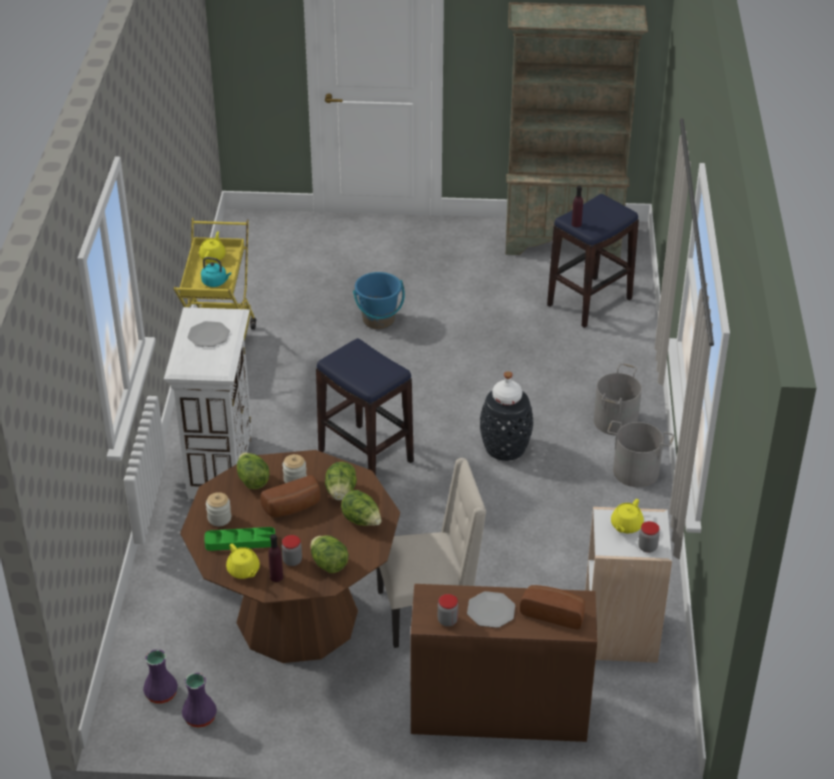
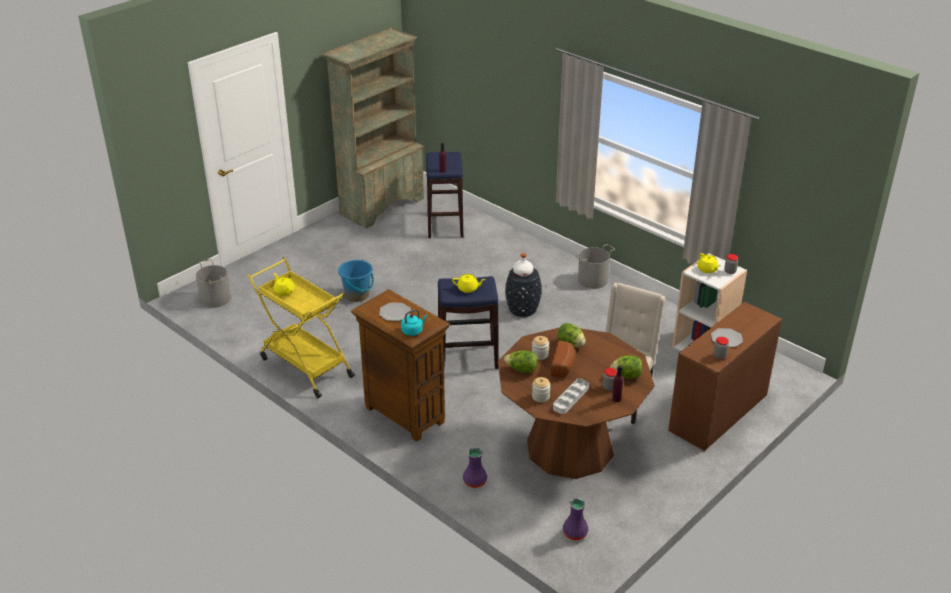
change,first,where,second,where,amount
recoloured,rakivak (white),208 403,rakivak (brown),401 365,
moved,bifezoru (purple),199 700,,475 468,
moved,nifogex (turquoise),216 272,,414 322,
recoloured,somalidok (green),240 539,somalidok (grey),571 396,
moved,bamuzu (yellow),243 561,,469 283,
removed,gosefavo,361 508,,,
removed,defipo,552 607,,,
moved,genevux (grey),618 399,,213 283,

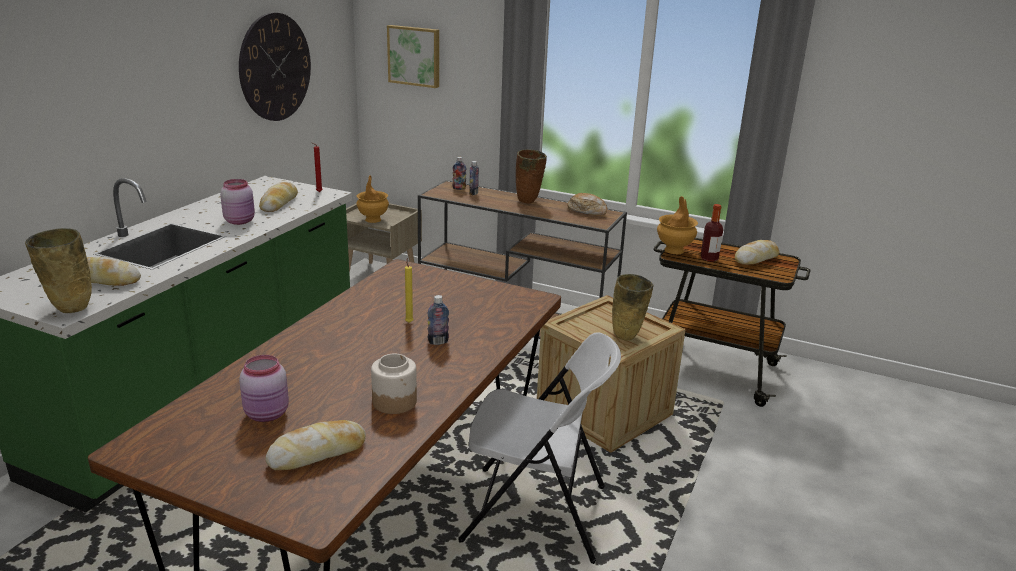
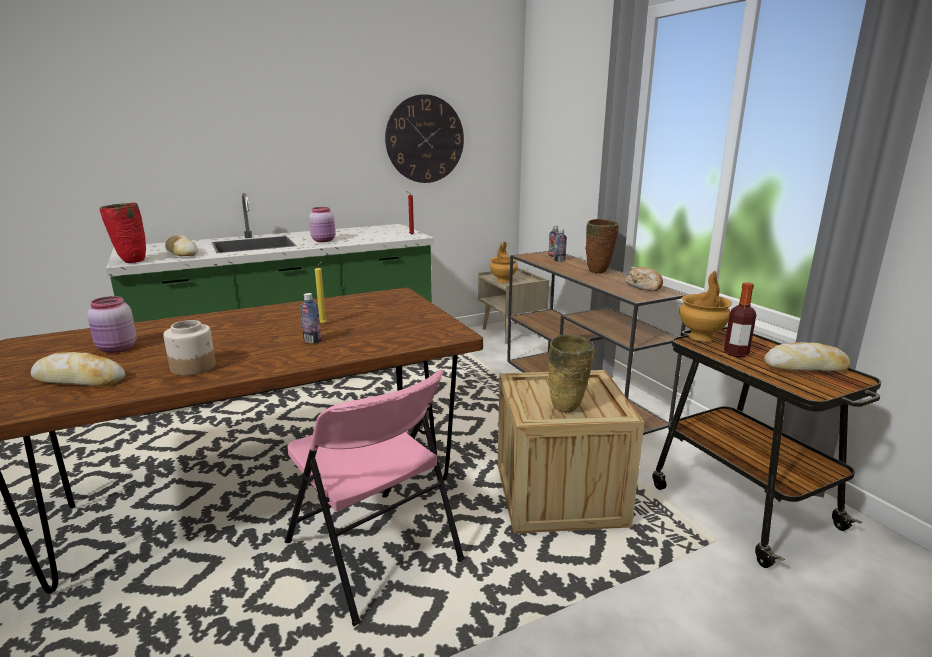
change,first,where,second,where,amount
recoloured,bifezoru (beige),58 270,bifezoru (red),122 233,
removed,defipo,278 197,,,
removed,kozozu,413 56,,,
recoloured,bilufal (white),540 448,bilufal (pink),375 498,

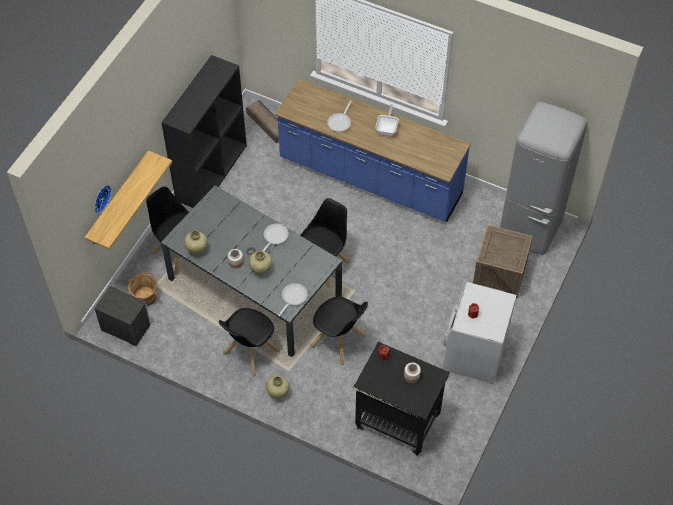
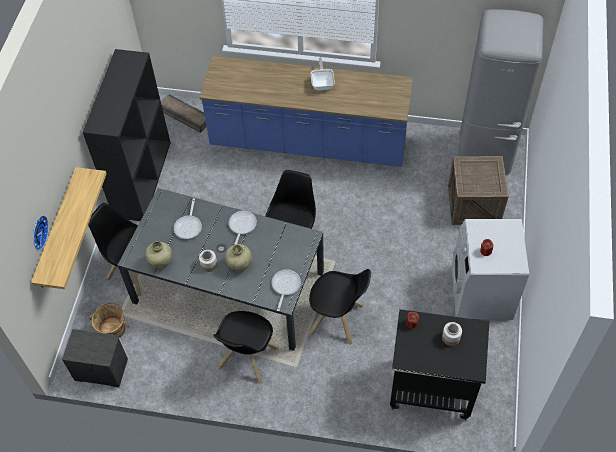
change,first,where,second,where,amount
removed,bifezoru (beige),277 387,,,
moved,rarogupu,339 116,,188 218,

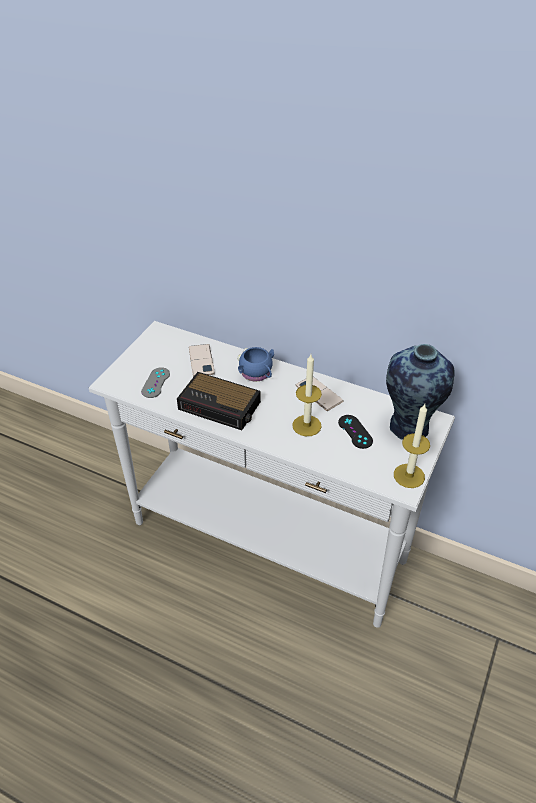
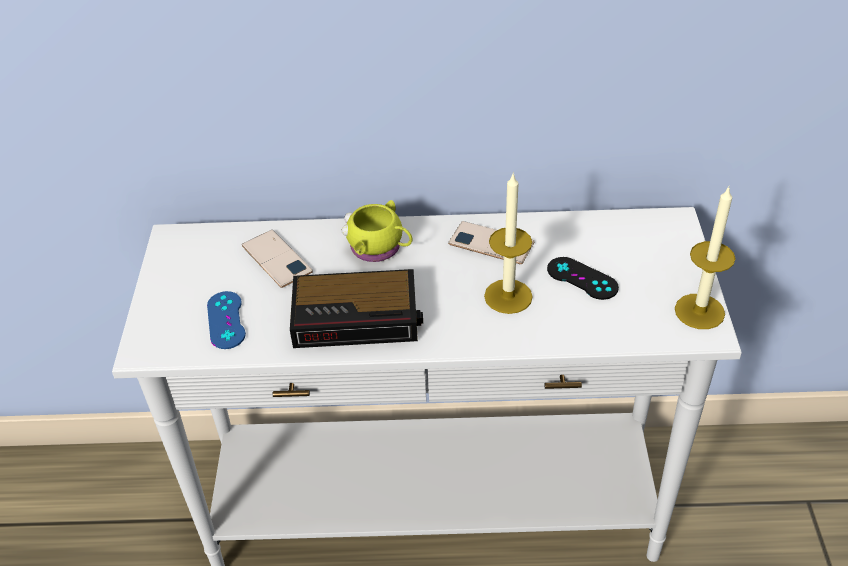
change,first,where,second,where,amount
recoloured,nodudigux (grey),155 382,nodudigux (blue),226 320,
recoloured,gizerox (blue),255 364,gizerox (yellow),377 231,
removed,bifezoru,420 392,,,

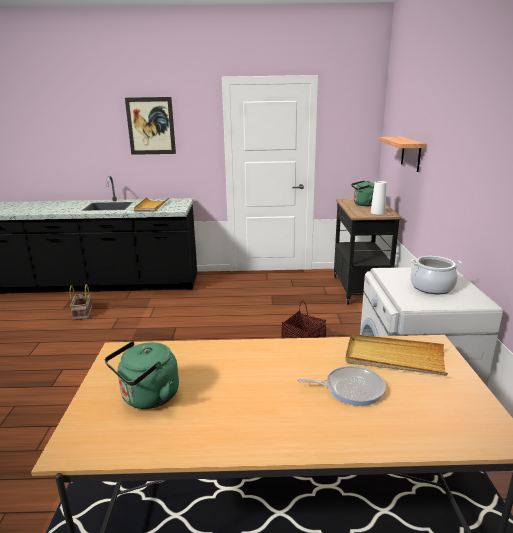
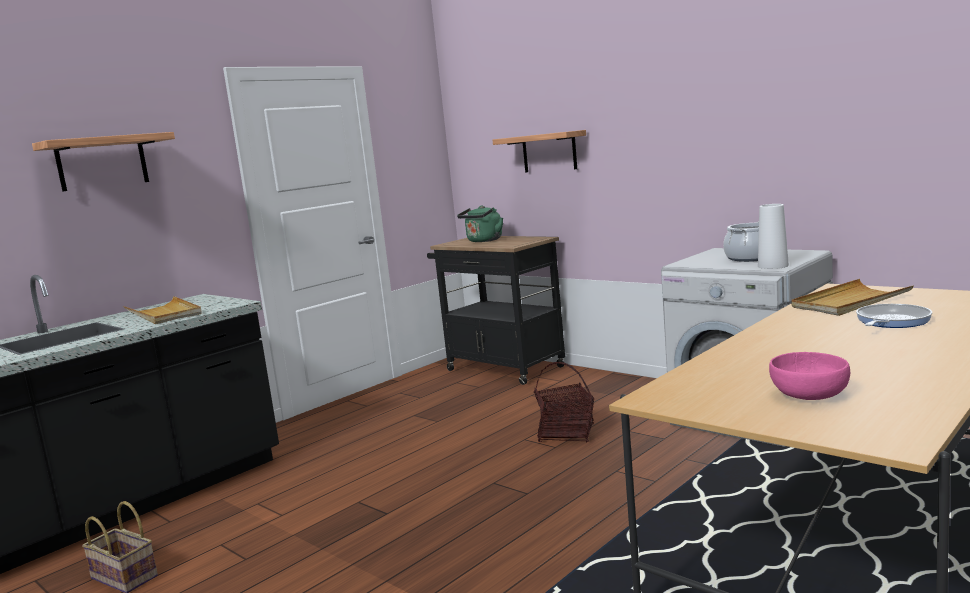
change,first,where,second,where,amount
replaced,nifogex (green),142 375,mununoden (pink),809 376,
replaced,kozozu,150 126,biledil,103 162,
moved,bifezoru (white),379 198,,773 236,

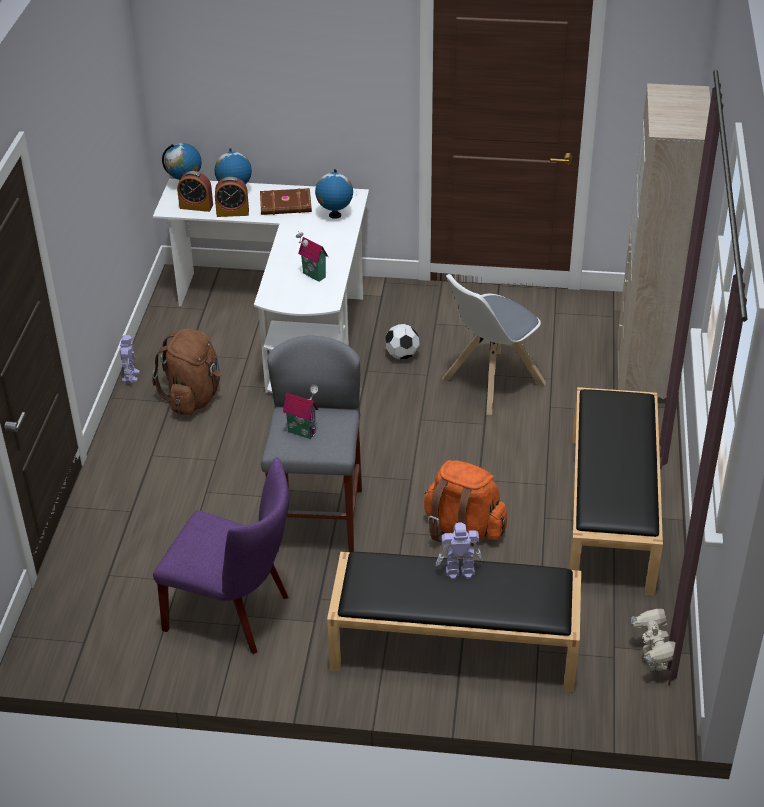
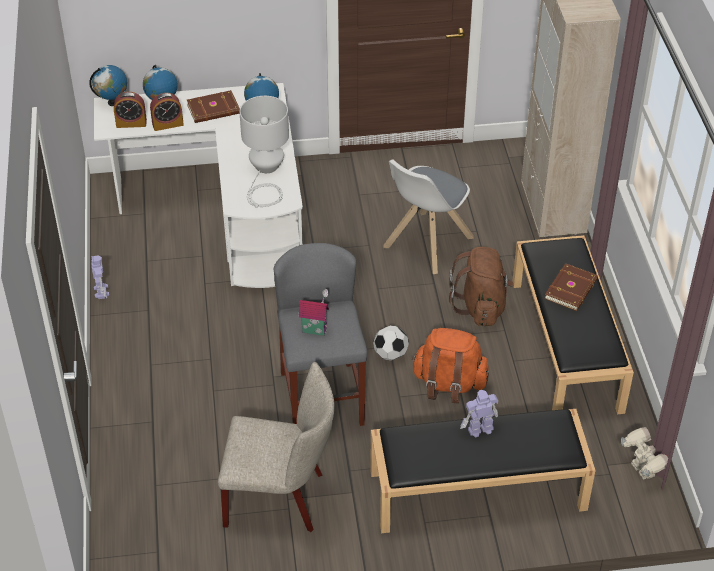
change,first,where,second,where,amount
moved,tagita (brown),186 372,,481 286,
recoloured,bilufal (purple),221 555,bilufal (beige),276 447,
replaced,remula,312 256,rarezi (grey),264 151,
moved,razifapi,402 342,,391 343,
added,,,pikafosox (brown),571 287,

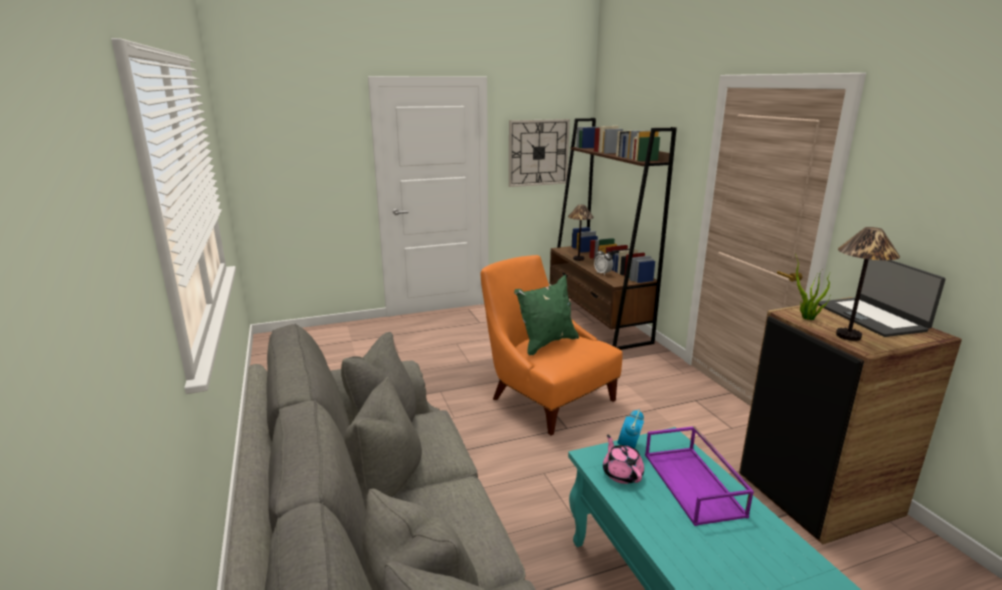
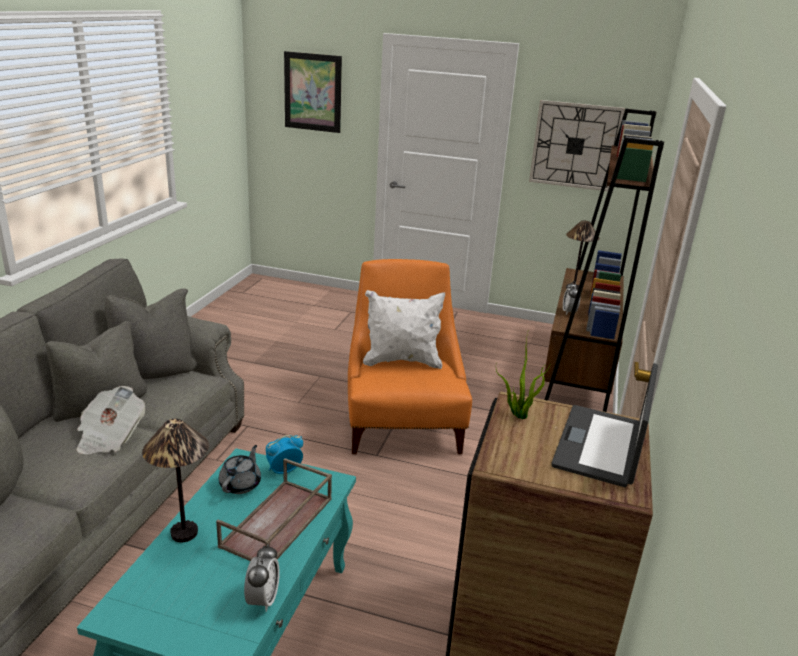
change,first,where,second,where,amount
recoloured,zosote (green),546 315,zosote (white),404 329,
recoloured,bamuzu (pink),623 459,bamuzu (grey),240 469,
recoloured,somalidok (purple),699 476,somalidok (brown),274 509,
moved,rarezi,868 284,,175 480,
added,,,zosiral,111 420,
added,,,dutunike,262 578,
added,,,kozozu,313 92,

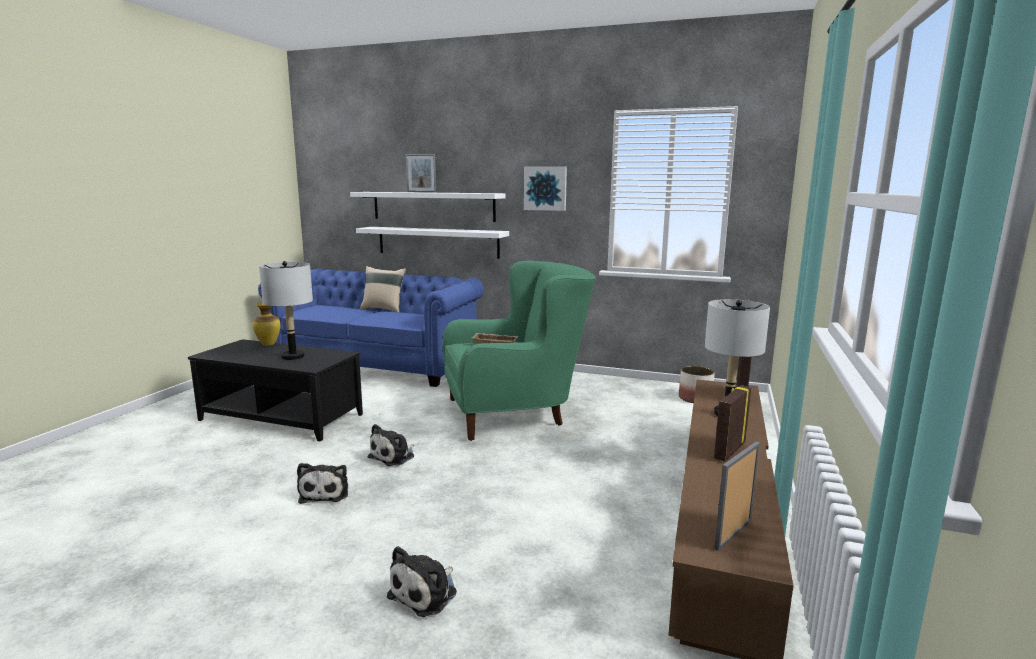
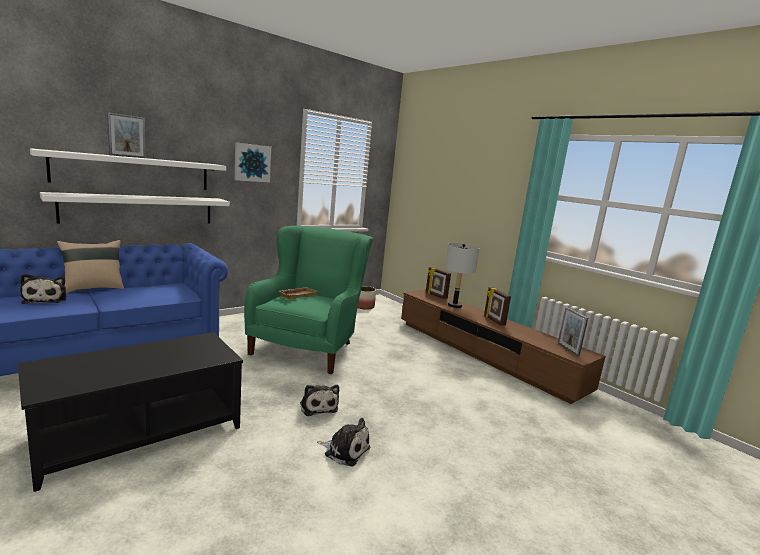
change,first,where,second,where,amount
removed,bifezoru,266 324,,,
removed,rarezi (grey),286 310,,,
moved,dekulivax,422 581,,43 289,

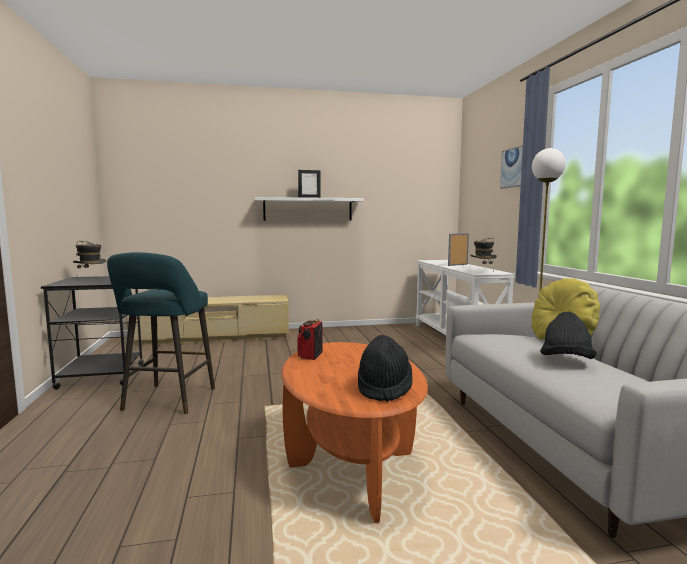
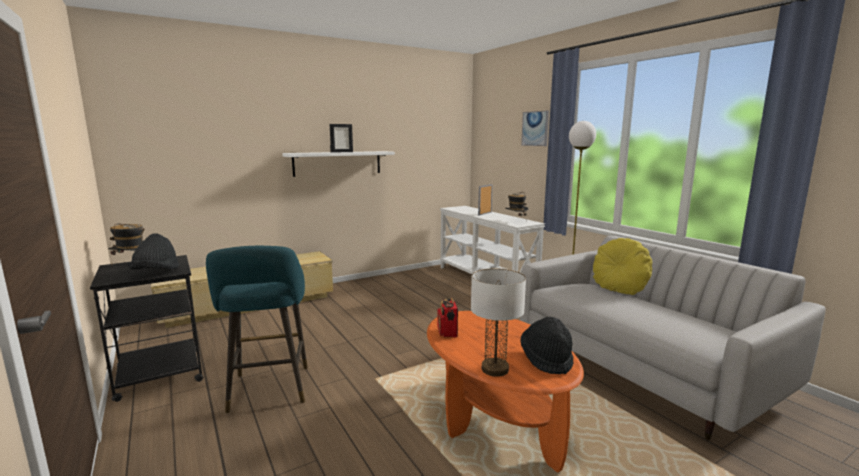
change,first,where,second,where,amount
moved,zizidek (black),568 335,,153 251,
added,,,rarezi,498 322,

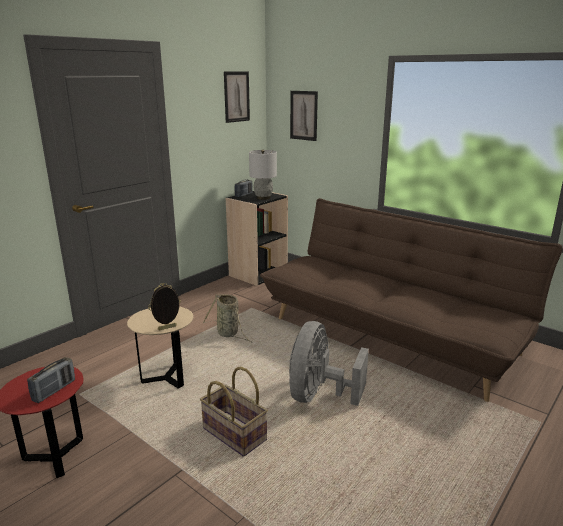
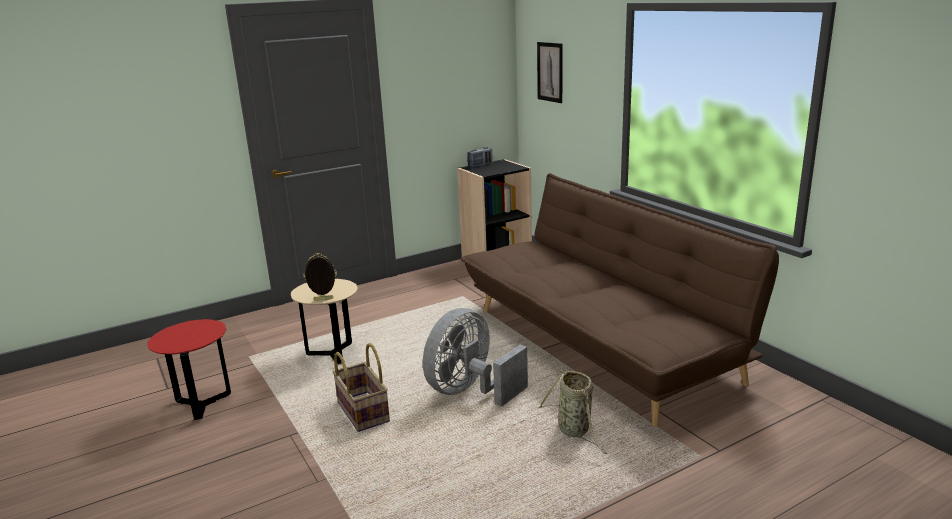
change,first,where,second,where,amount
removed,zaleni,51 380,,,
moved,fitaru,226 318,,573 411,
removed,kozozu,237 97,,,
removed,rarezi (white),263 175,,,

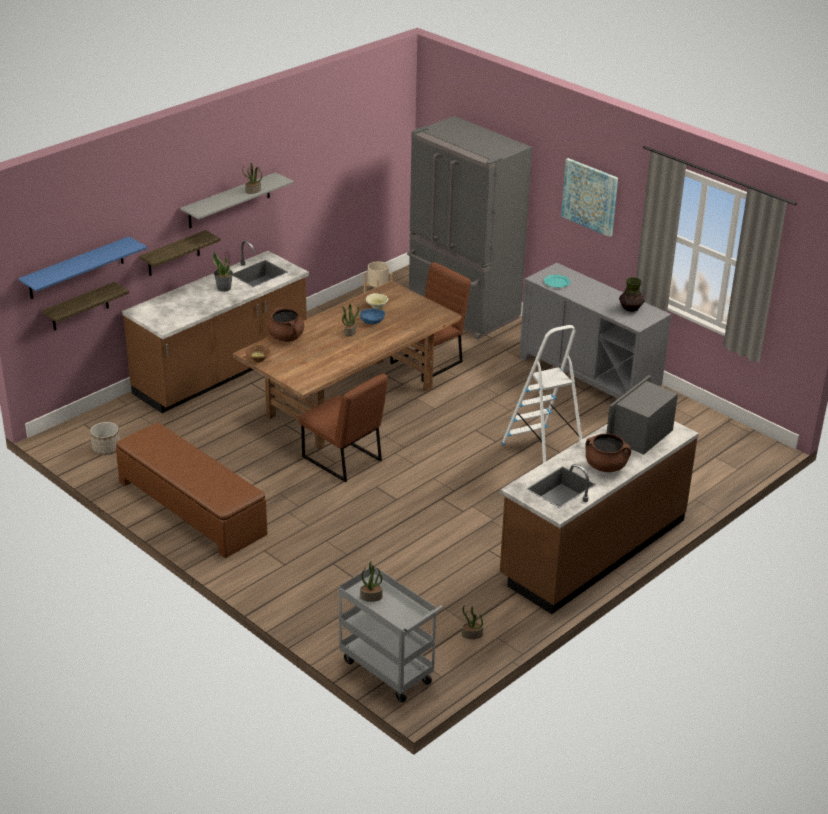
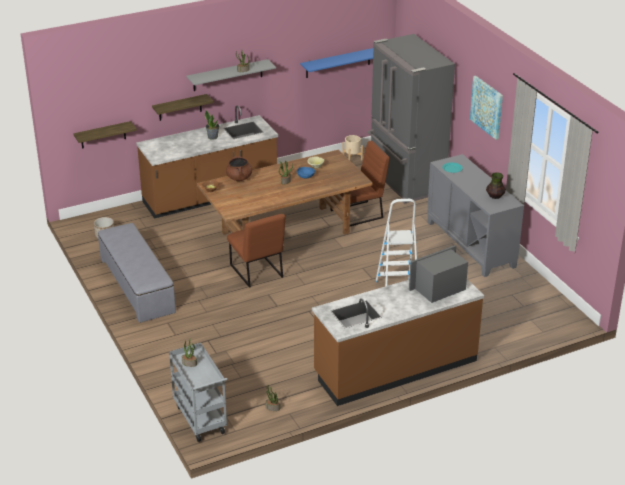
change,first,where,second,where,amount
moved,biledil (blue),83 267,,336 63,
recoloured,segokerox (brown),192 490,segokerox (grey),137 273,
removed,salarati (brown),608 452,,,

